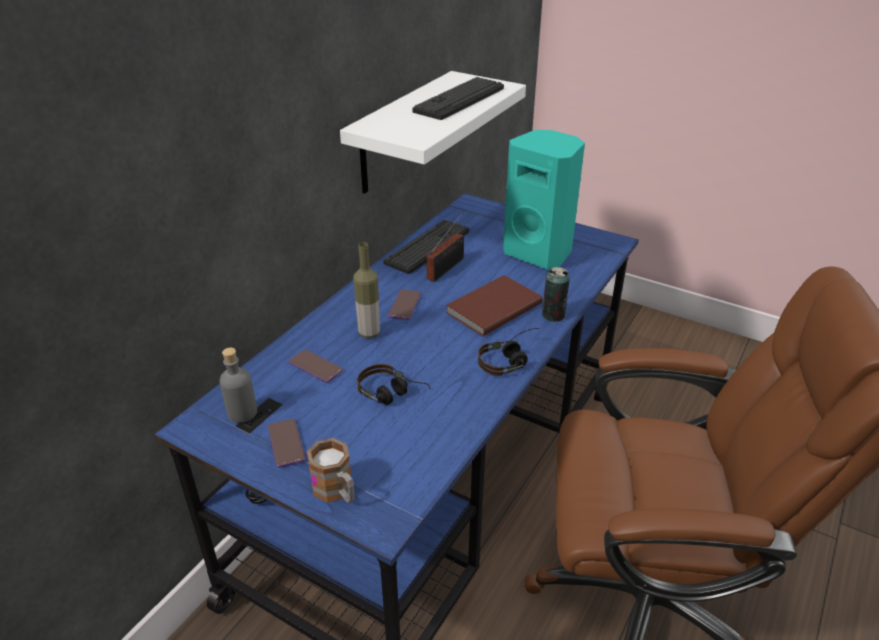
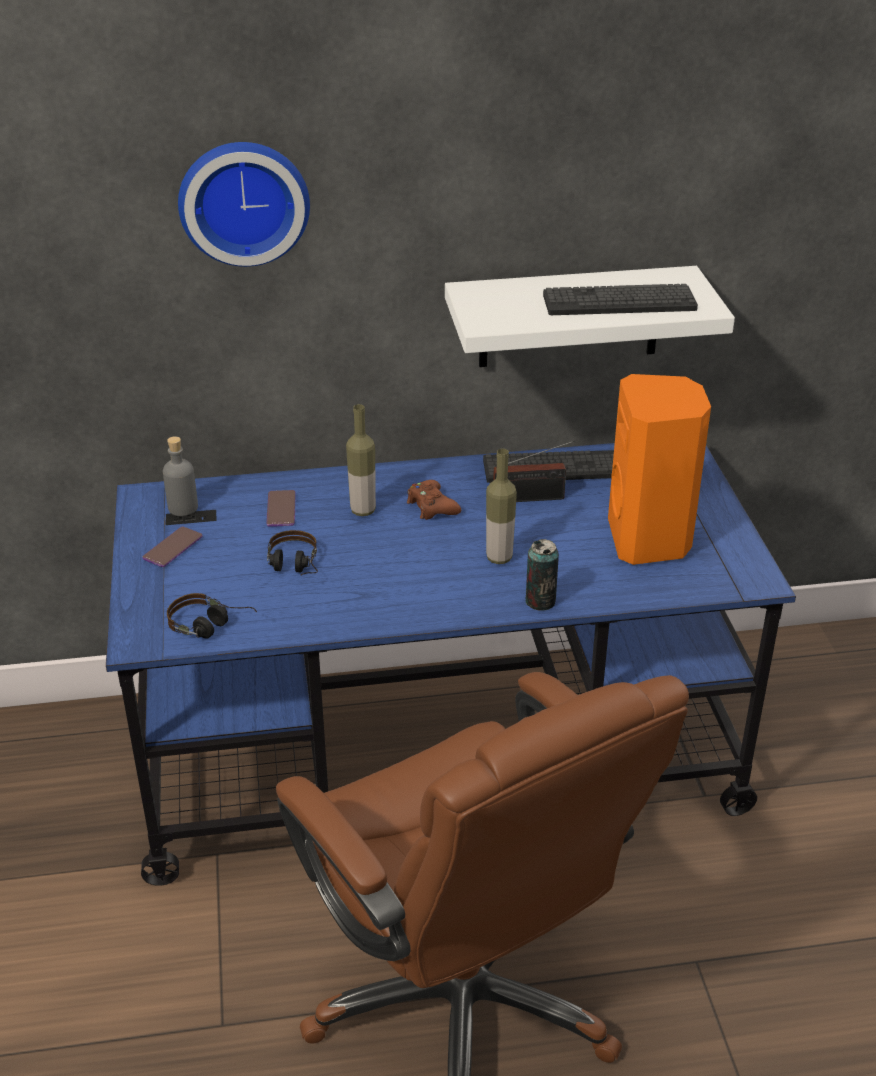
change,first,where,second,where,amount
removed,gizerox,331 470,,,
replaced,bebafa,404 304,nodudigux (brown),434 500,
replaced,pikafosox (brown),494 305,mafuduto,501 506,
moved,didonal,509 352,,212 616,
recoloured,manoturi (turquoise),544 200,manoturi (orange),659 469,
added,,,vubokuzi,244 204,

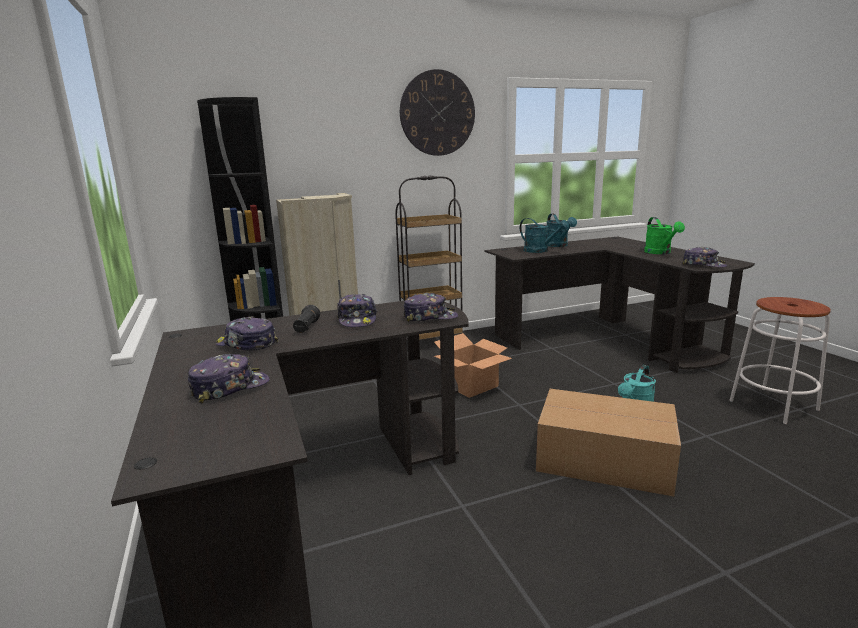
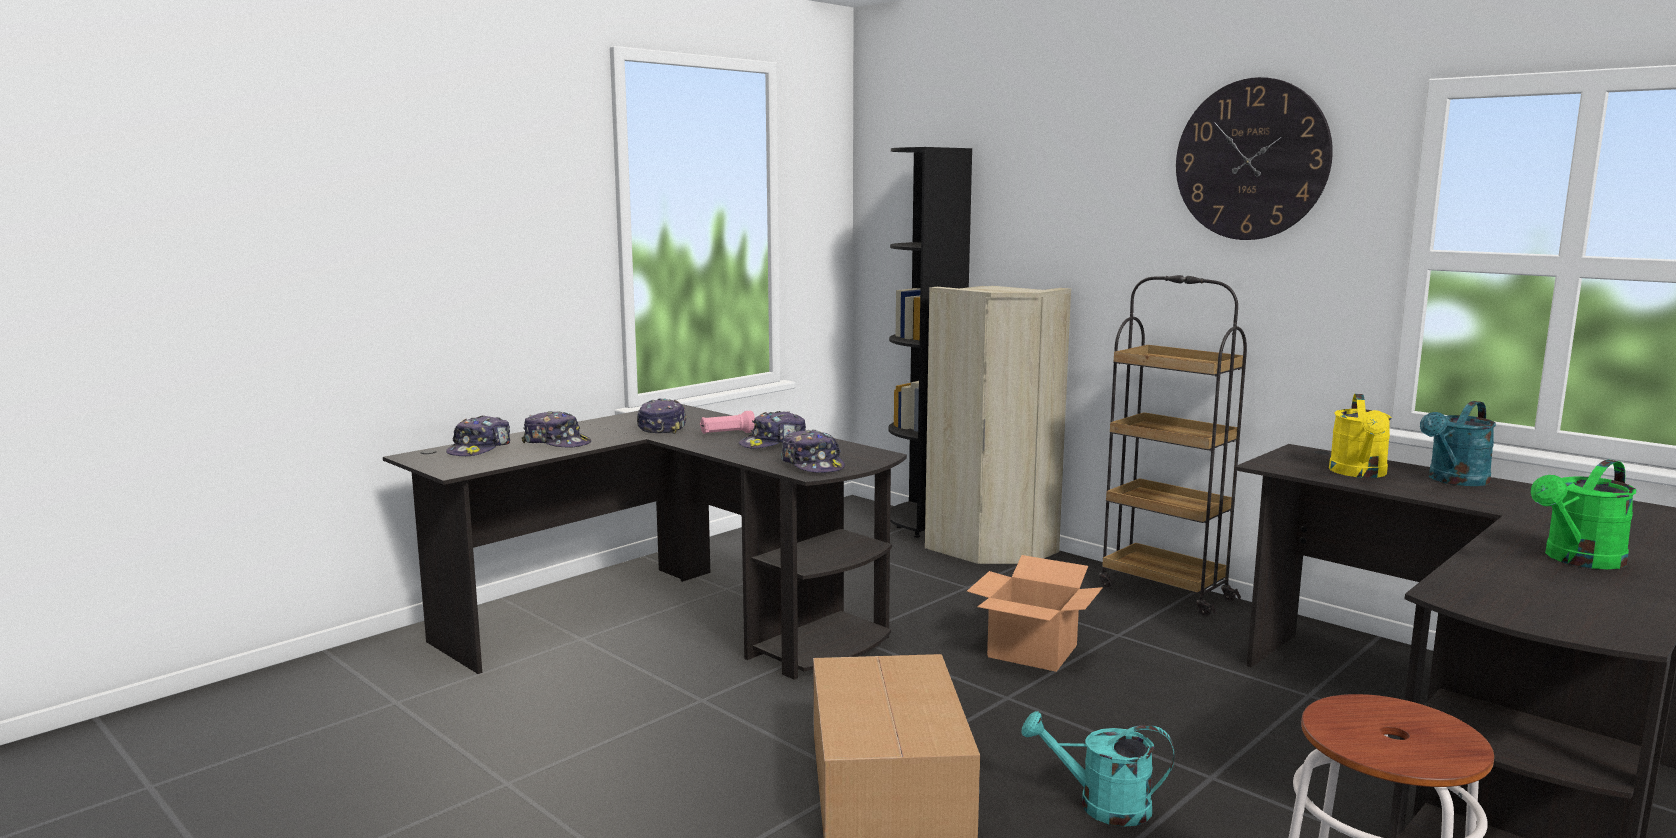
change,first,where,second,where,amount
recoloured,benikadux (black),306 319,benikadux (pink),727 422,
recoloured,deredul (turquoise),544 235,deredul (yellow),1360 436,
moved,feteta,704 257,,478 435,

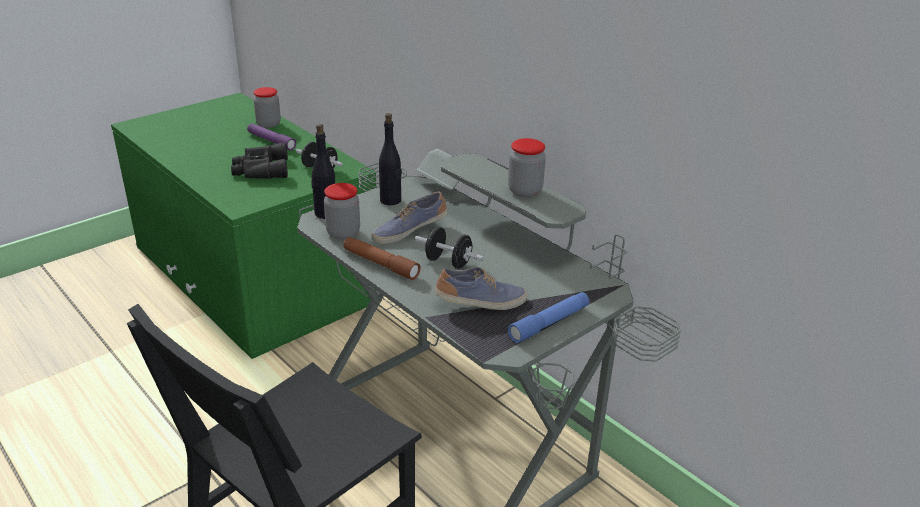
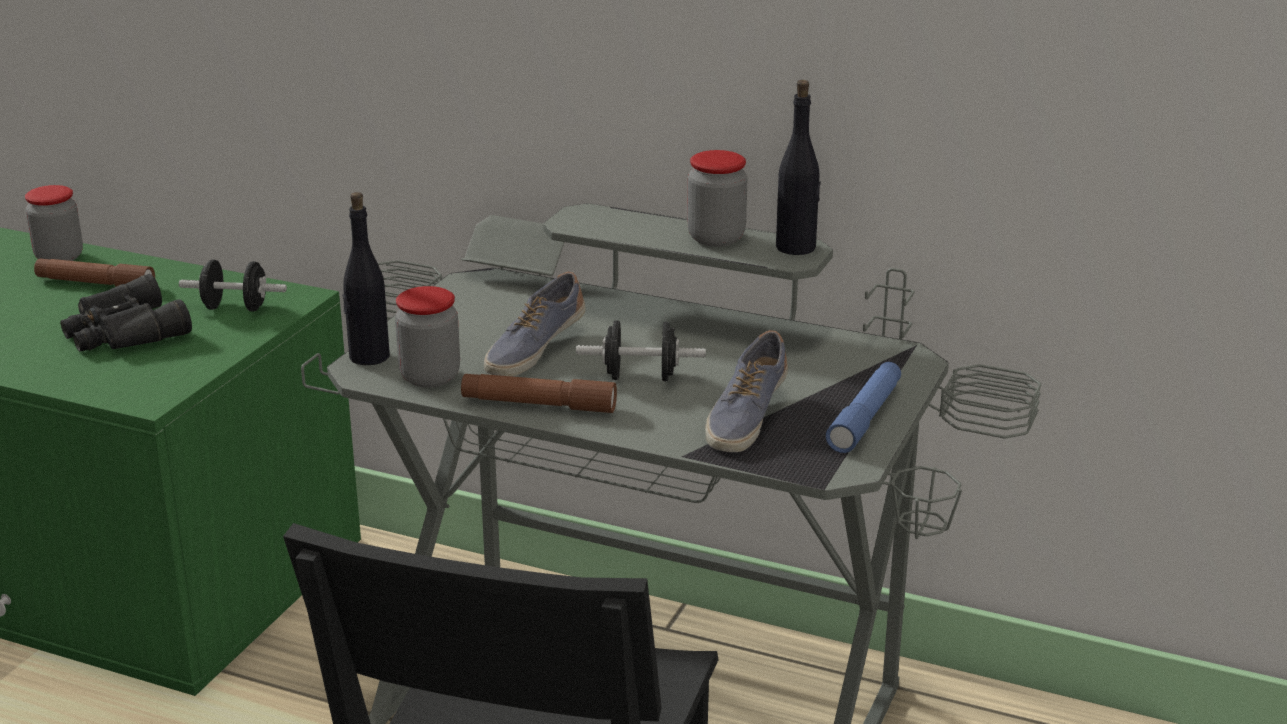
change,first,where,second,where,amount
recoloured,benikadux (purple),271 137,benikadux (brown),94 273,
moved,mafuduto (black),390 159,,798 167,
turned,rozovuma,480 288,,746 391,150 degrees clockwise

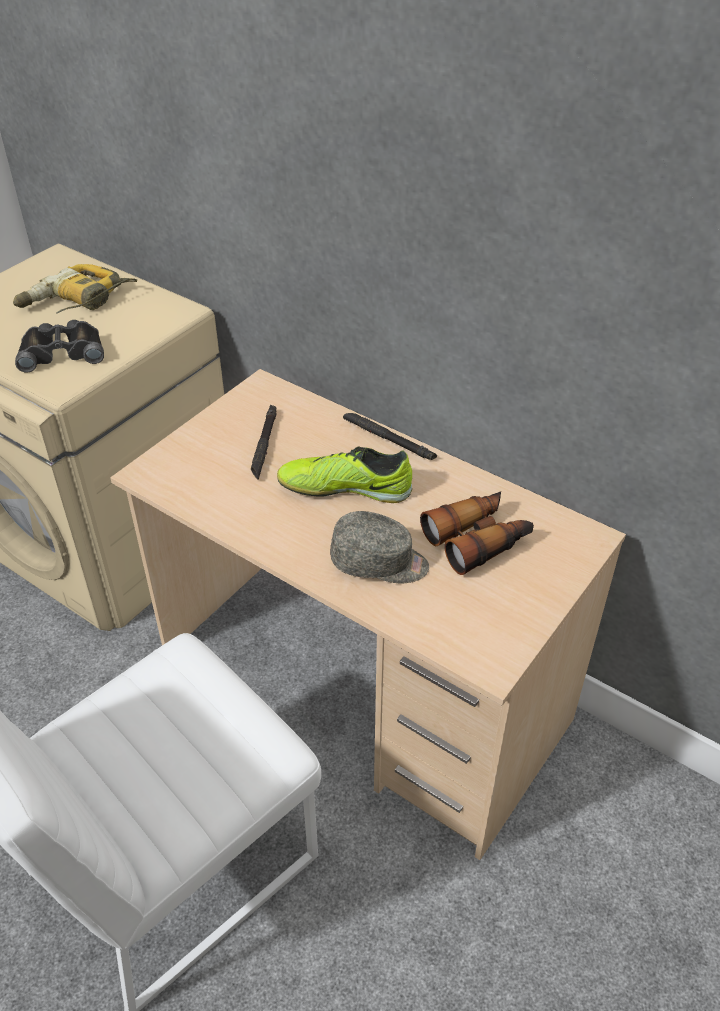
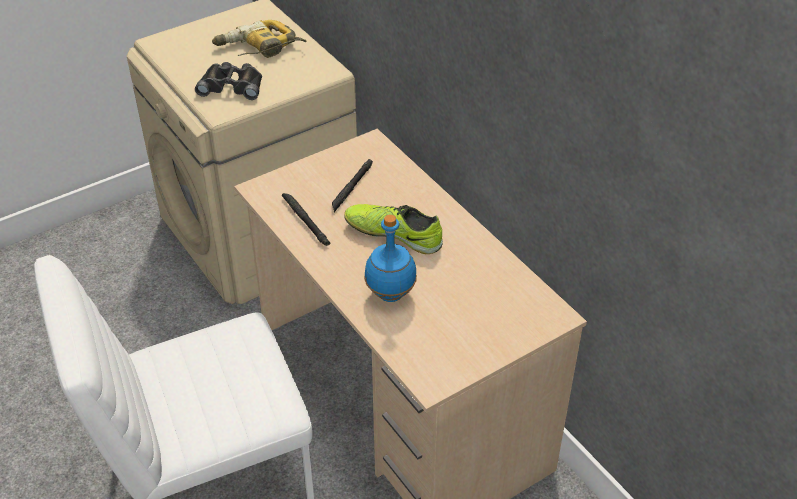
change,first,where,second,where,amount
replaced,feteta (grey),379 547,mafuduto (blue),390 258,
moved,benikadux (black),390 436,,306 219,
removed,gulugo,477 533,,,

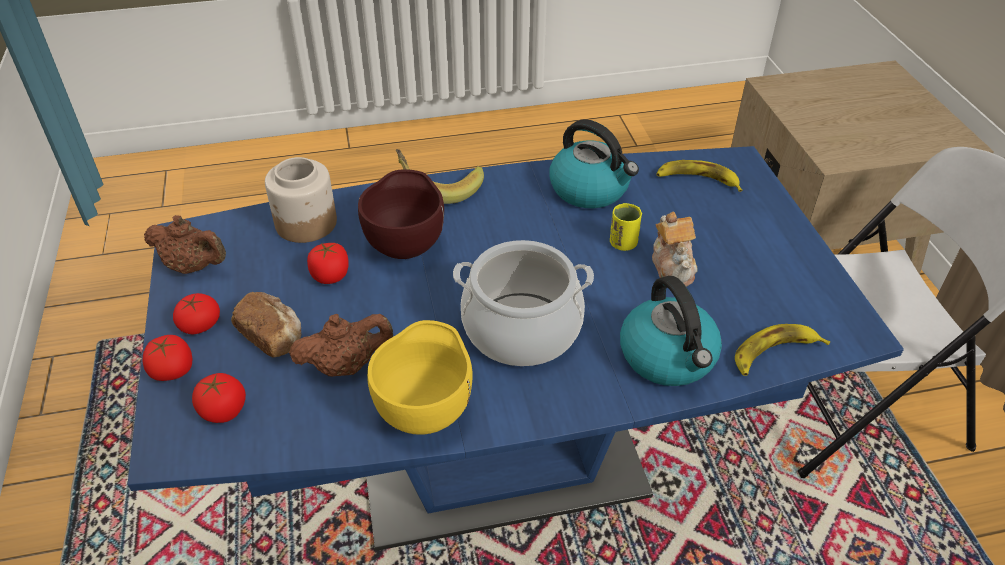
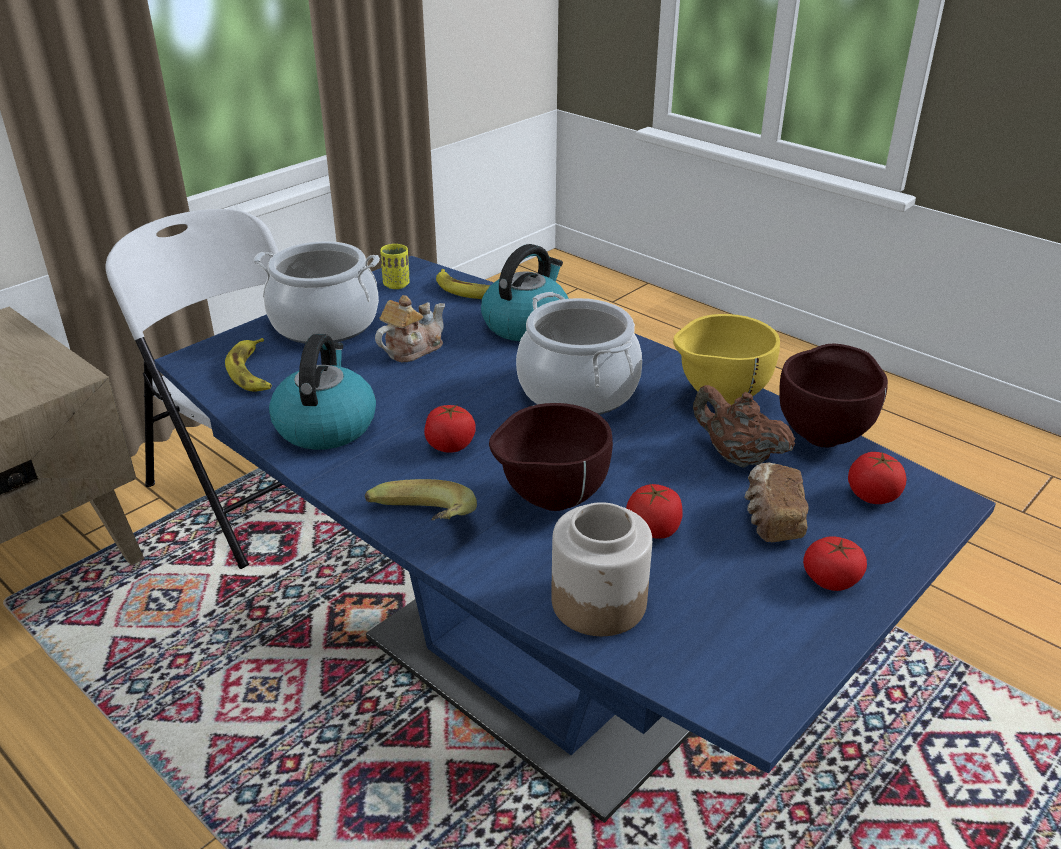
change,first,where,second,where,amount
moved,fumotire,167 358,,450 429,
removed,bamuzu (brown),185 244,,,
moved,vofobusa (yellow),626 227,,395 266,
added,,,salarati,317 292,
added,,,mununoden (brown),833 395,

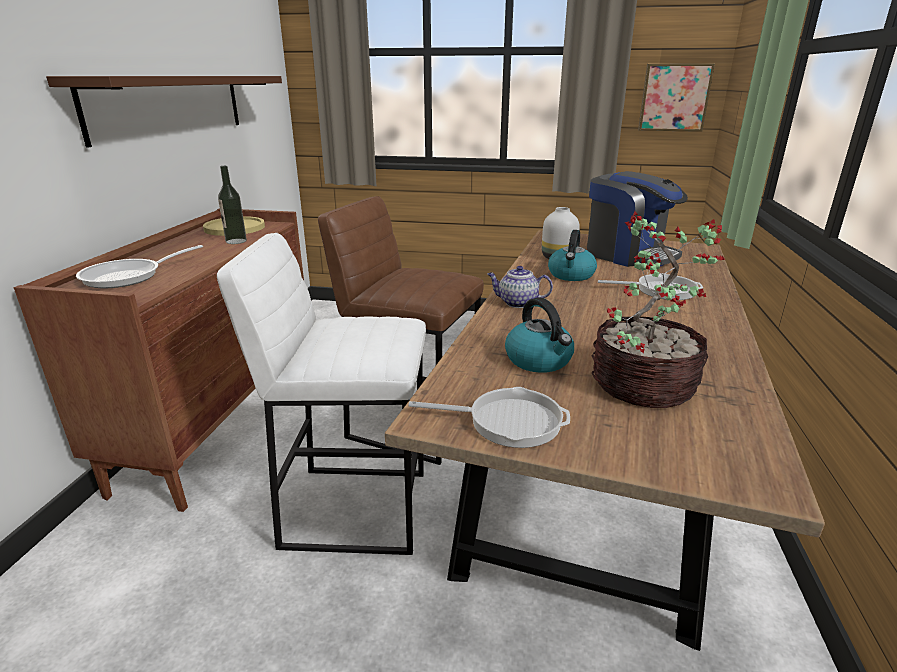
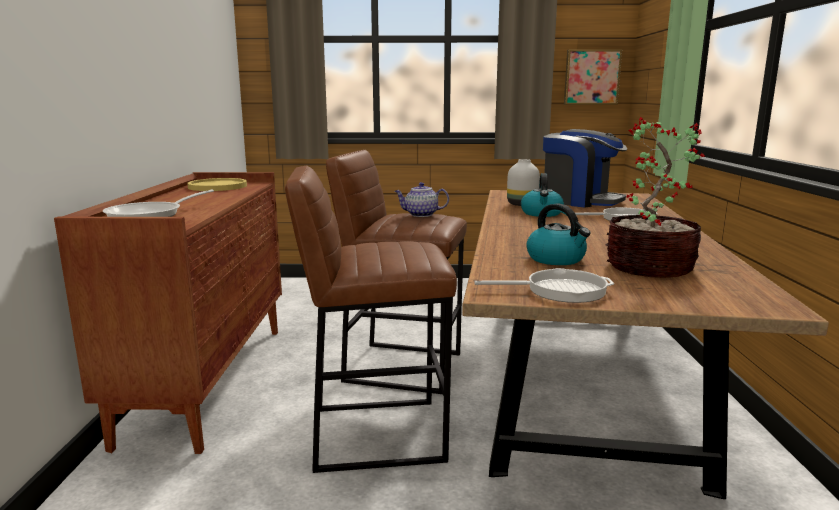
change,first,where,second,where,amount
removed,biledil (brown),164 112,,,
recoloured,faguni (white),321 394,faguni (brown),371 319,
removed,mafuduto,232 205,,,
moved,bamuzu,520 287,,421 199,

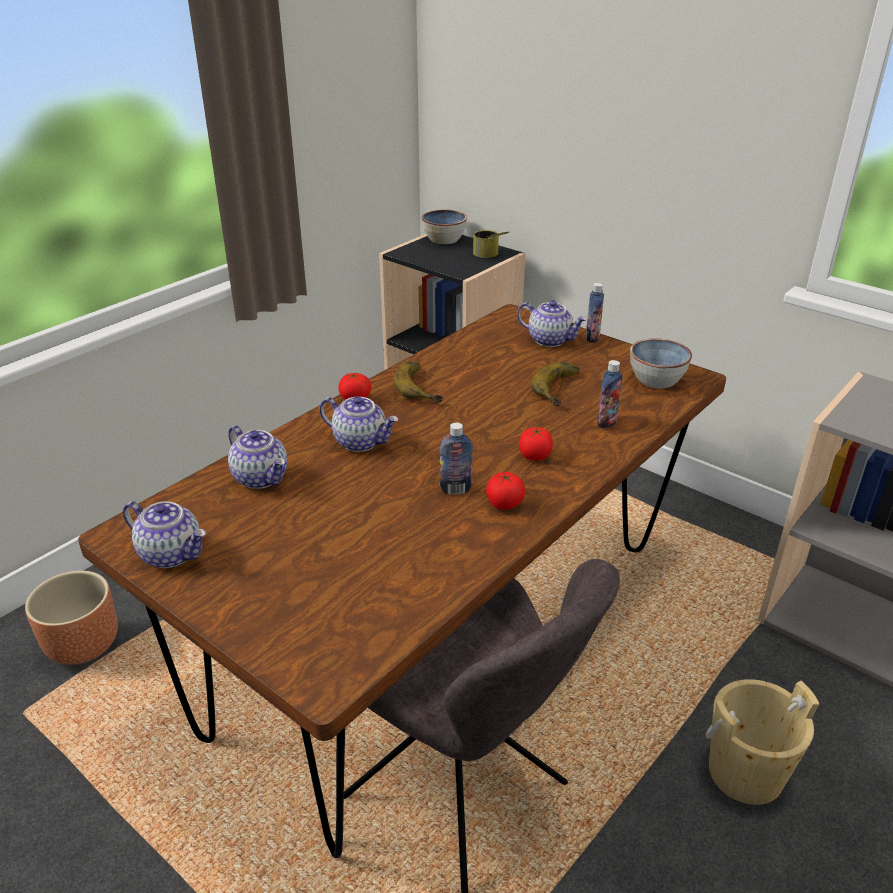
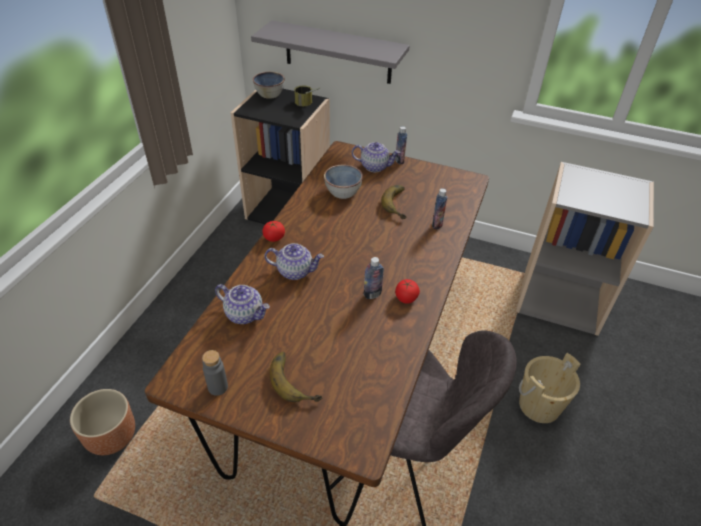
change,first,where,second,where,amount
replaced,bamuzu,164 534,mafuduto (grey),215 373,
moved,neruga,418 382,,296 377,
removed,fumotire,536 444,,,
moved,mununoden,661 363,,343 181,
added,,,biledil (grey),330 52,

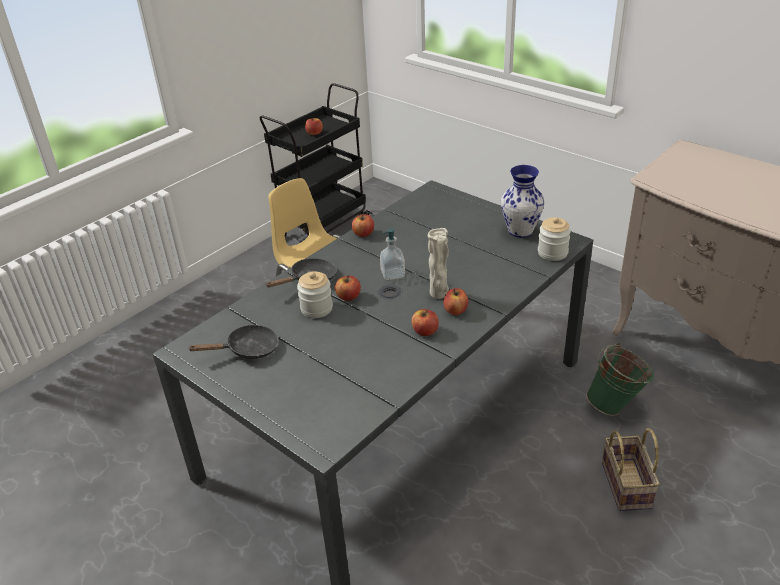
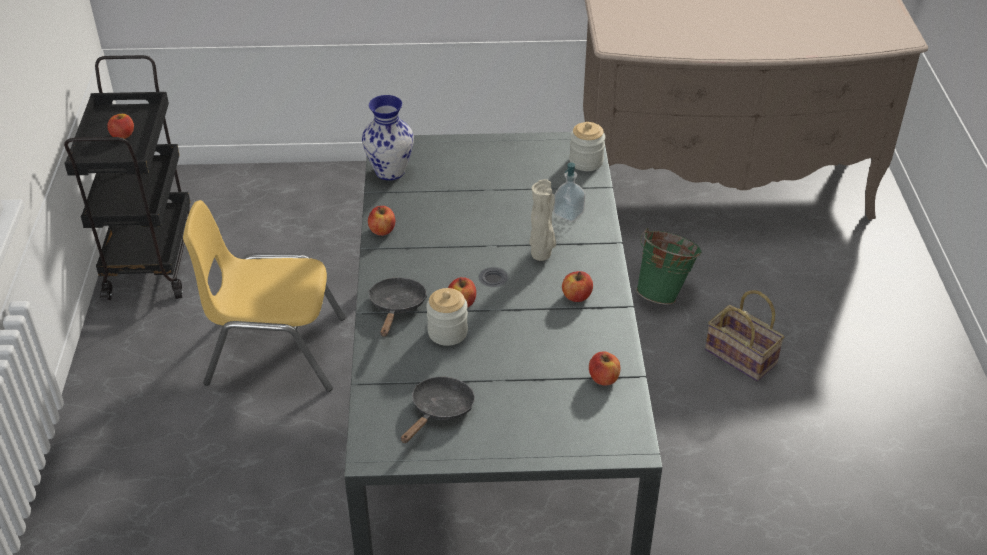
change,first,where,second,where,amount
moved,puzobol,392 254,,569 192,
moved,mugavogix,456 301,,604 368,
moved,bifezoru,523 201,,388 137,

